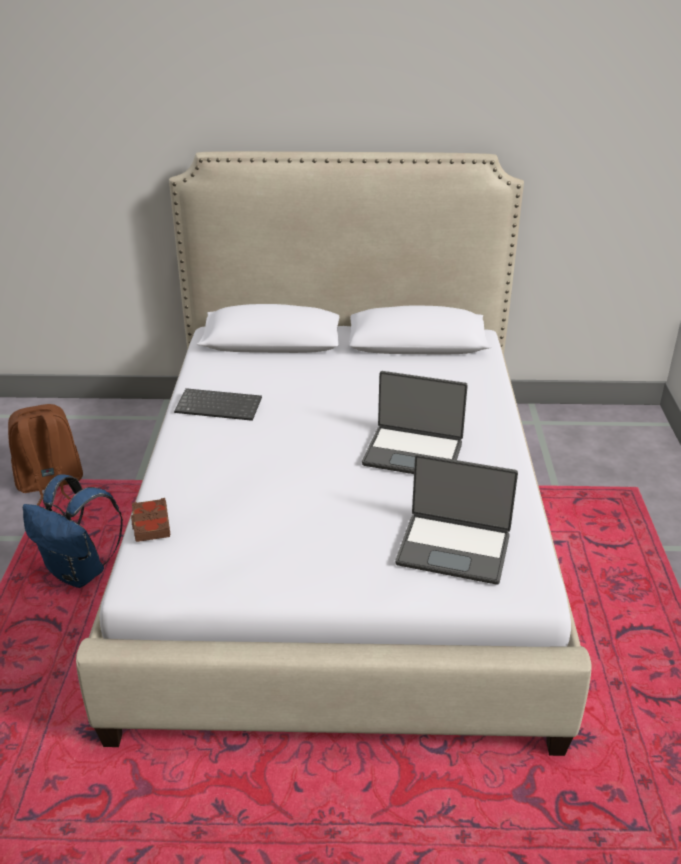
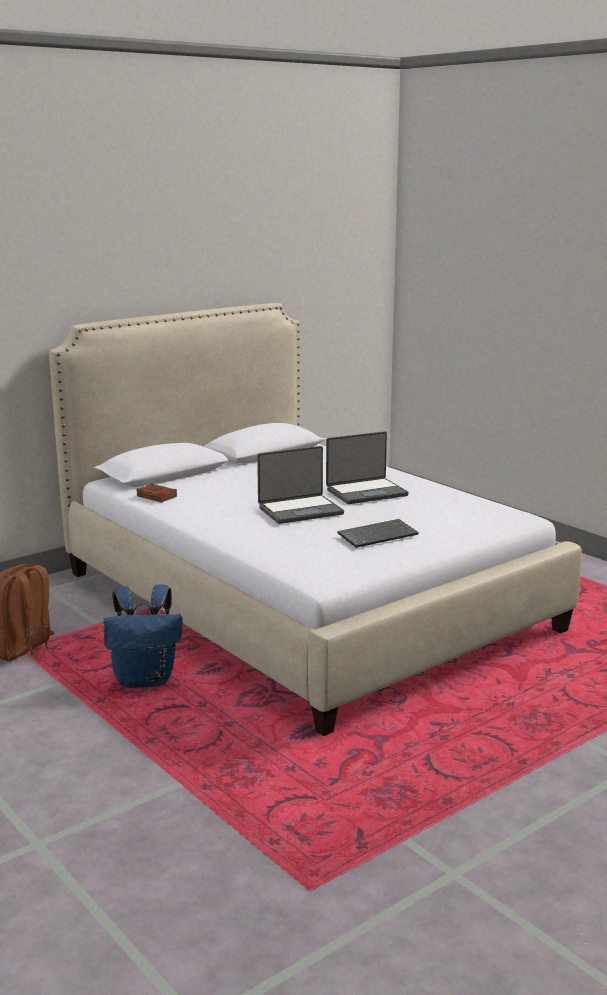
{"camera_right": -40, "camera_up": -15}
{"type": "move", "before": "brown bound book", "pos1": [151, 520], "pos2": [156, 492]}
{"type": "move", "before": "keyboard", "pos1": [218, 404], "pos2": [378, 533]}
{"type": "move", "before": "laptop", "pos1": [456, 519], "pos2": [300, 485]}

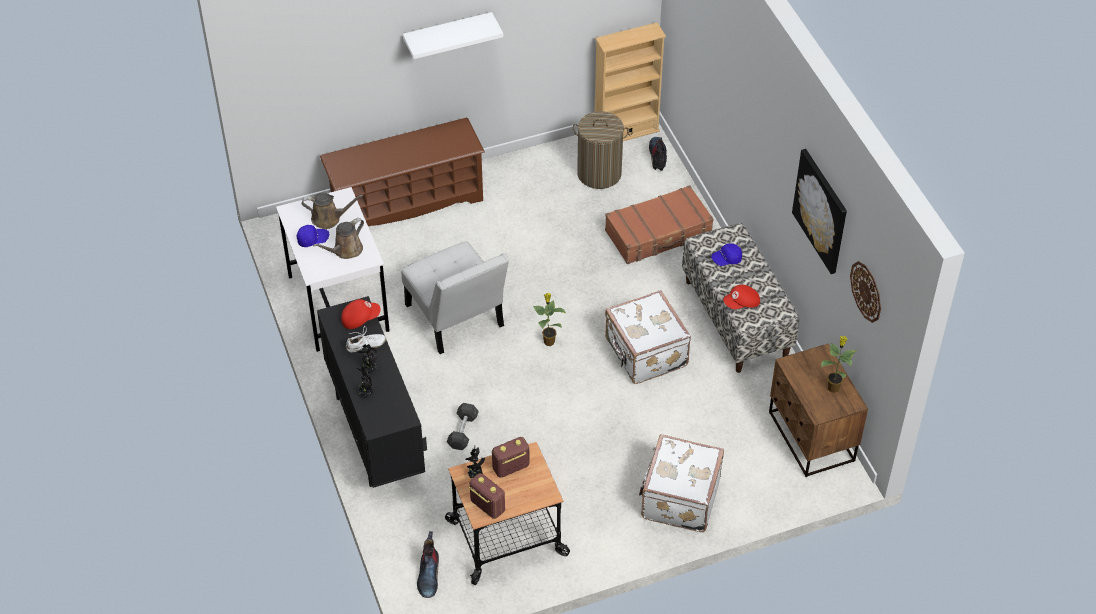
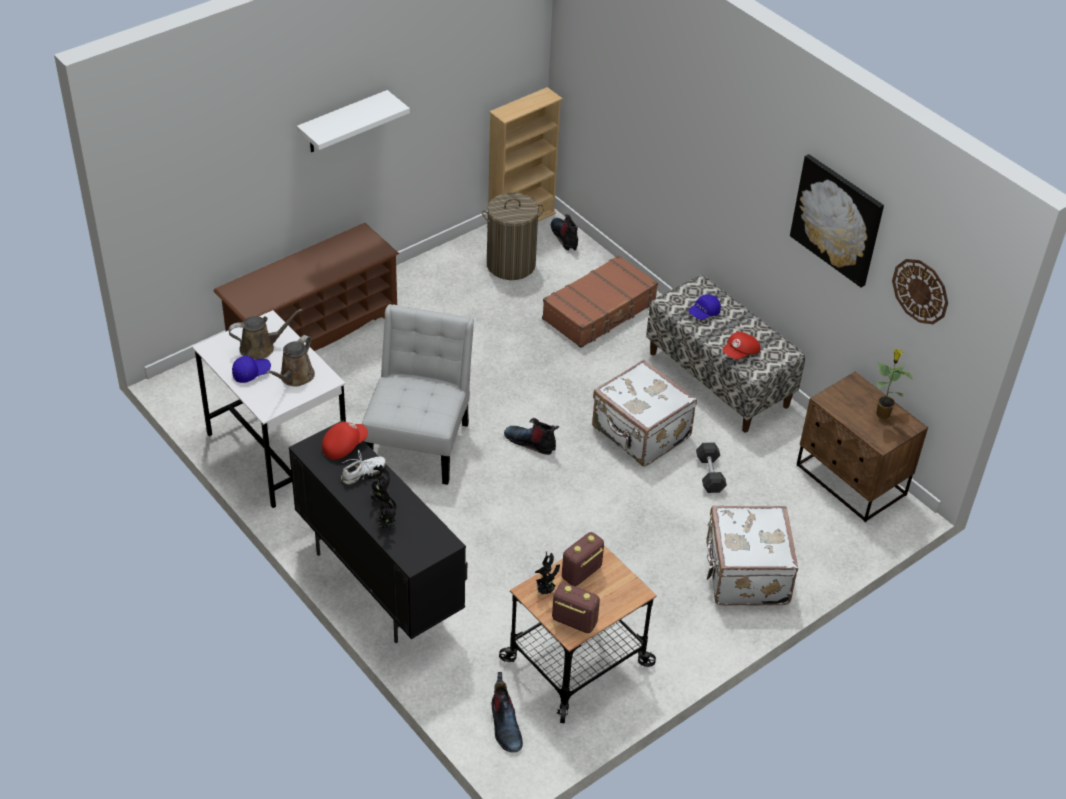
{"camera_right": -20, "camera_up": -5}
{"type": "rotate", "before": "whitish plain chair", "pos1": [455, 297], "pos2": [418, 394], "turn": -120}
{"type": "move", "before": "gray hand weight", "pos1": [463, 426], "pos2": [711, 467]}
{"type": "replace", "before": "houseplant", "after": "tall boot", "pos1": [550, 319], "pos2": [531, 436]}

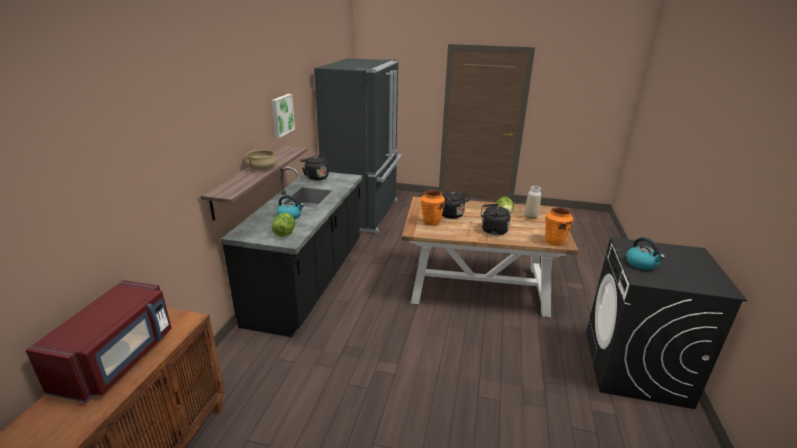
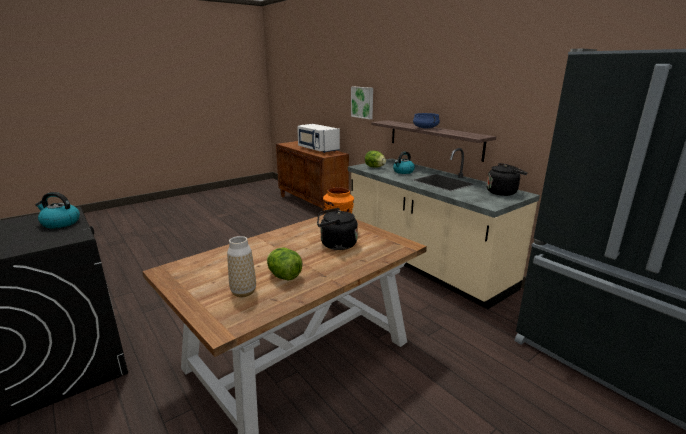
{"camera_right": 130, "camera_up": -5}
{"type": "recolor", "before": "red-coloured microwave", "after": "whitish microwave", "pos1": [98, 341], "pos2": [318, 138]}
{"type": "recolor", "before": "blackish kitchen base unit", "after": "beige kitchen base unit", "pos1": [291, 252], "pos2": [444, 228]}
{"type": "recolor", "before": "beige cooking pot", "after": "blue cooking pot", "pos1": [261, 160], "pos2": [426, 120]}
{"type": "move", "before": "wall picture", "pos1": [283, 116], "pos2": [362, 103]}
{"type": "delete", "before": "blackish kettle", "pos1": [496, 219]}
{"type": "delete", "before": "orangey flower vase", "pos1": [559, 226]}

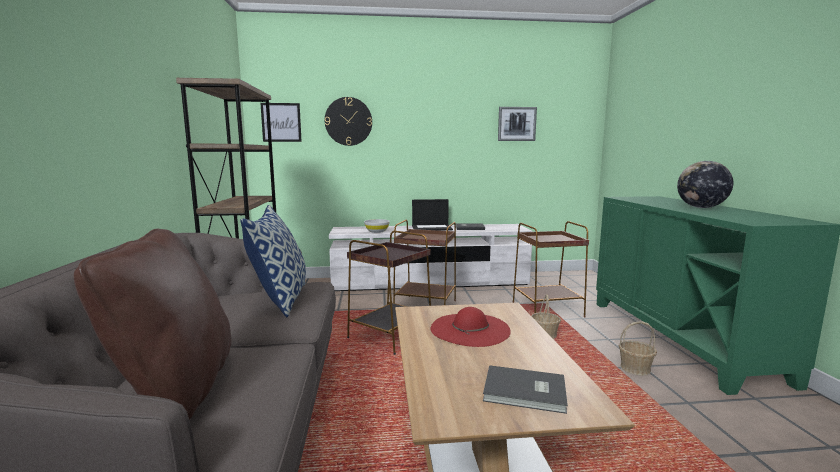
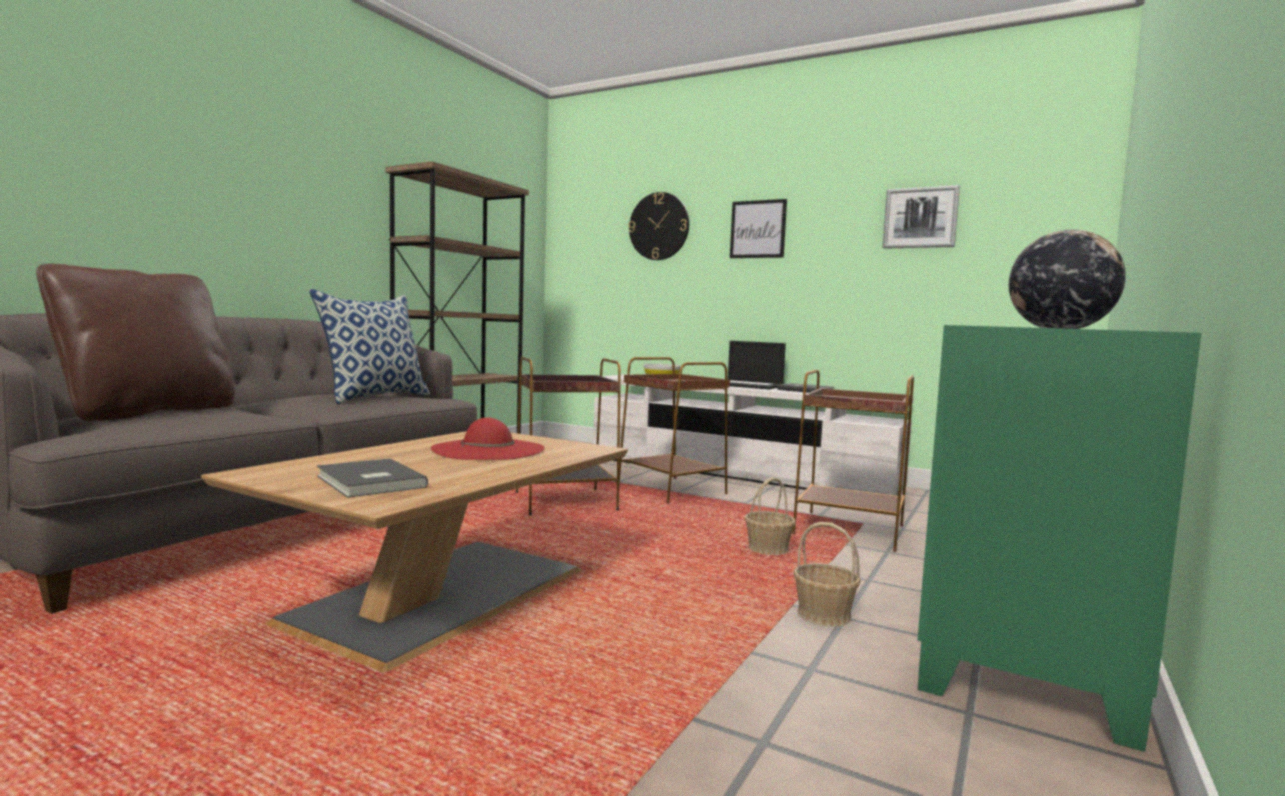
{"camera_right": 35, "camera_up": -5}
{"type": "move", "before": "wall picture", "pos1": [281, 122], "pos2": [758, 228]}

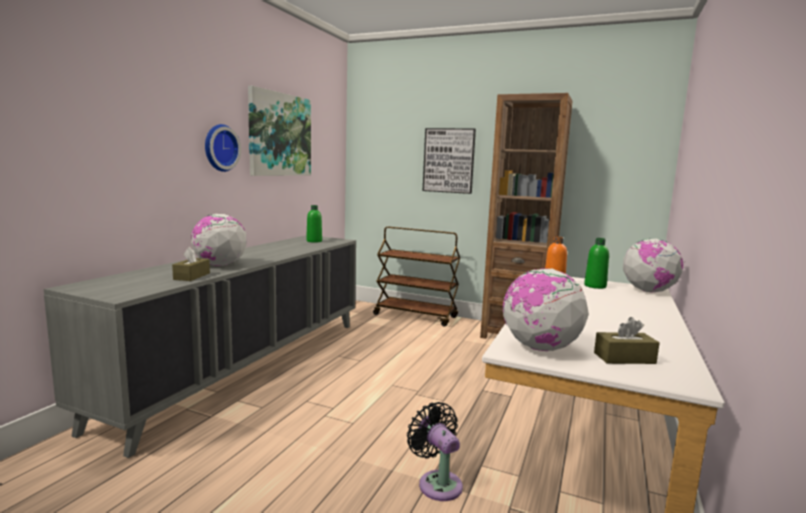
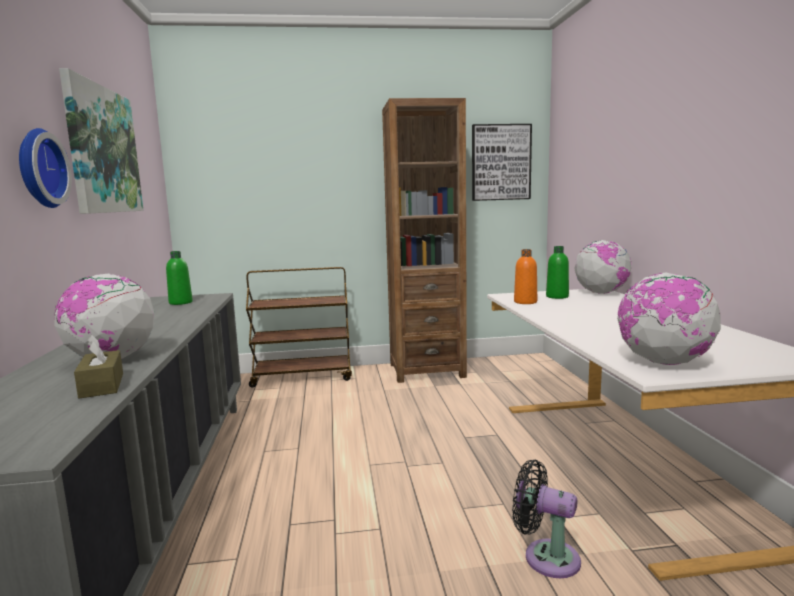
{"camera_right": -30, "camera_up": 0}
{"type": "move", "before": "wall picture", "pos1": [449, 161], "pos2": [502, 162]}
{"type": "delete", "before": "brown tissue box", "pos1": [627, 340]}

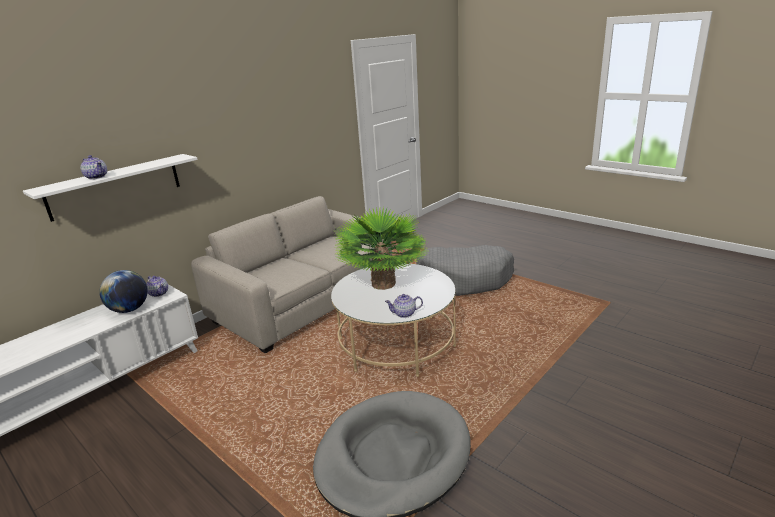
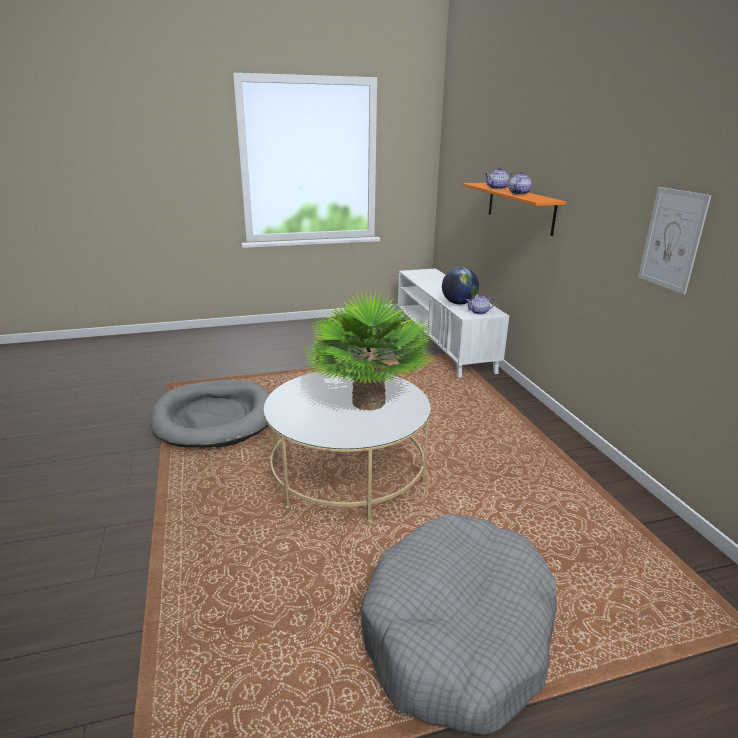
{"camera_right": 120, "camera_up": 0}
{"type": "recolor", "before": "whitish shelf", "after": "orangey shelf", "pos1": [110, 188], "pos2": [514, 209]}
{"type": "delete", "before": "beige settee", "pos1": [291, 275]}
{"type": "move", "before": "pot for tea", "pos1": [404, 306], "pos2": [520, 183]}
{"type": "insert", "after": "wall picture", "pos2": [675, 240]}

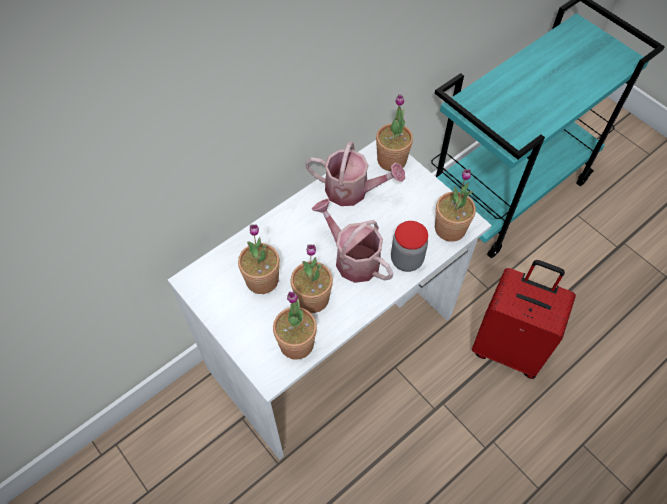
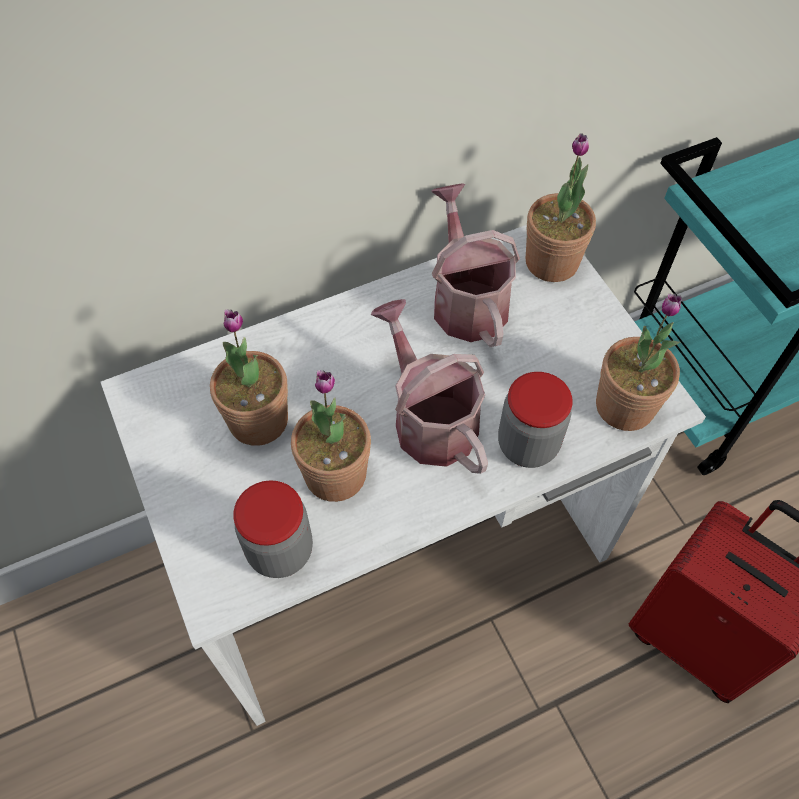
{"camera_right": 15, "camera_up": 0}
{"type": "replace", "before": "houseplant", "after": "preserve jar", "pos1": [295, 325], "pos2": [273, 529]}
{"type": "rotate", "before": "watering pot", "pos1": [355, 173], "pos2": [475, 265], "turn": -135}

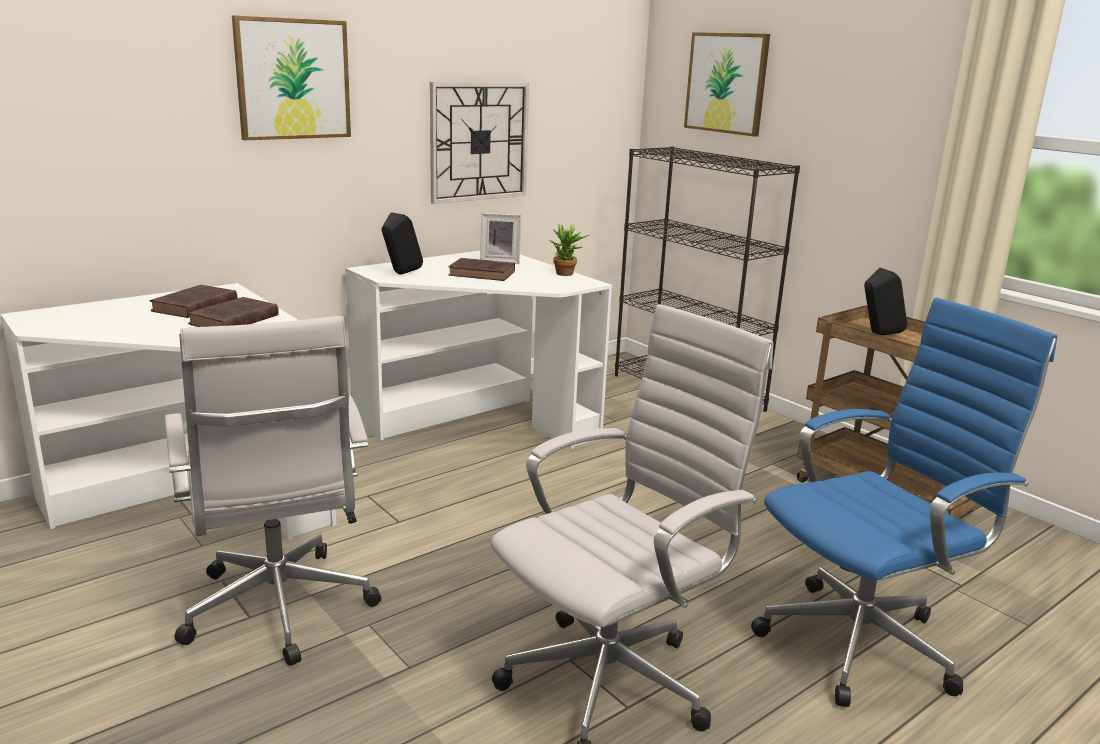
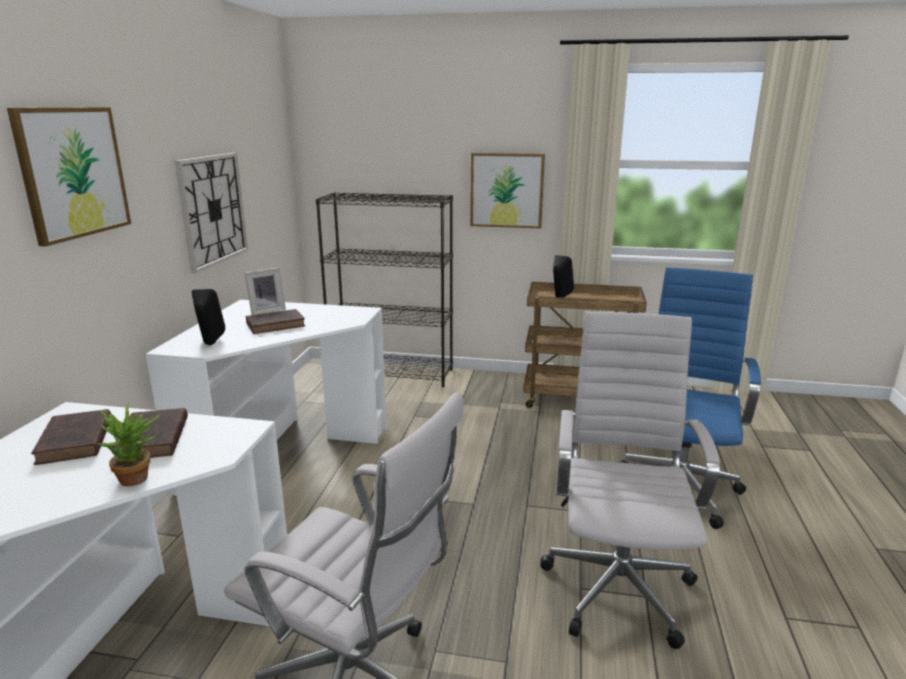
{"camera_right": -40, "camera_up": 0}
{"type": "move", "before": "houseplant", "pos1": [569, 249], "pos2": [129, 444]}
{"type": "move", "before": "wall picture", "pos1": [727, 84], "pos2": [507, 190]}

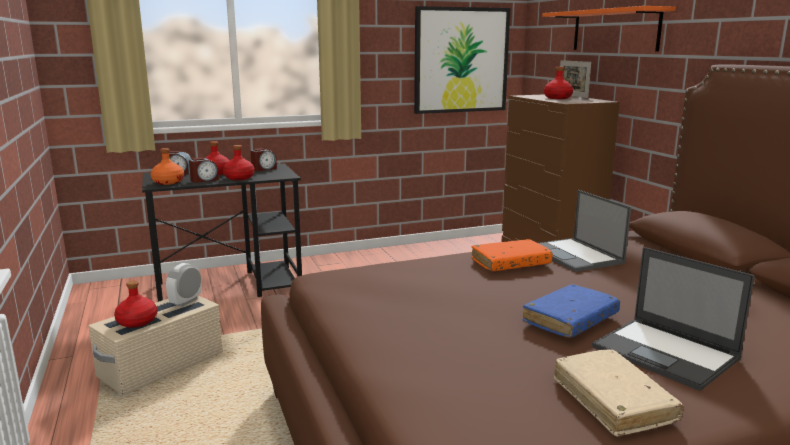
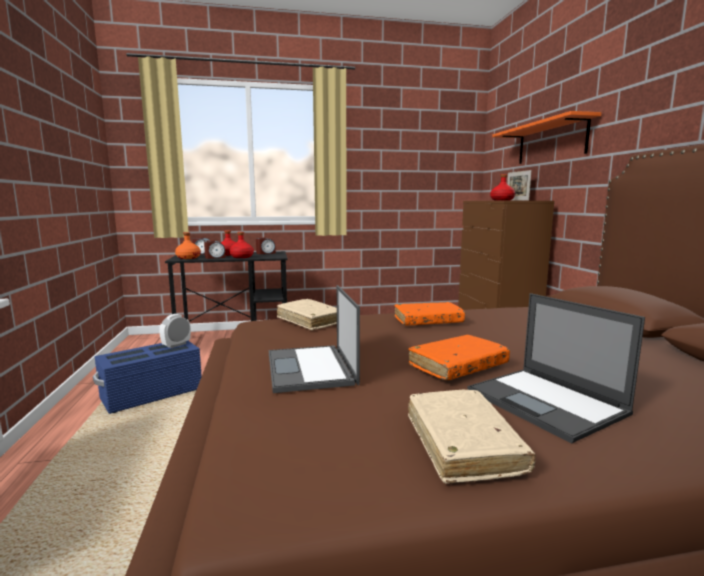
{"camera_right": 10, "camera_up": -5}
{"type": "recolor", "before": "beige storage container", "after": "blue storage container", "pos1": [155, 345], "pos2": [147, 377]}
{"type": "delete", "before": "red-coloured beverage bottle", "pos1": [135, 304]}
{"type": "delete", "before": "wall picture", "pos1": [462, 60]}
{"type": "recolor", "before": "blue bound book", "after": "orangey bound book", "pos1": [571, 311], "pos2": [459, 357]}
{"type": "move", "before": "laptop", "pos1": [585, 231], "pos2": [314, 339]}
{"type": "insert", "after": "beige bound book", "pos2": [307, 314]}

